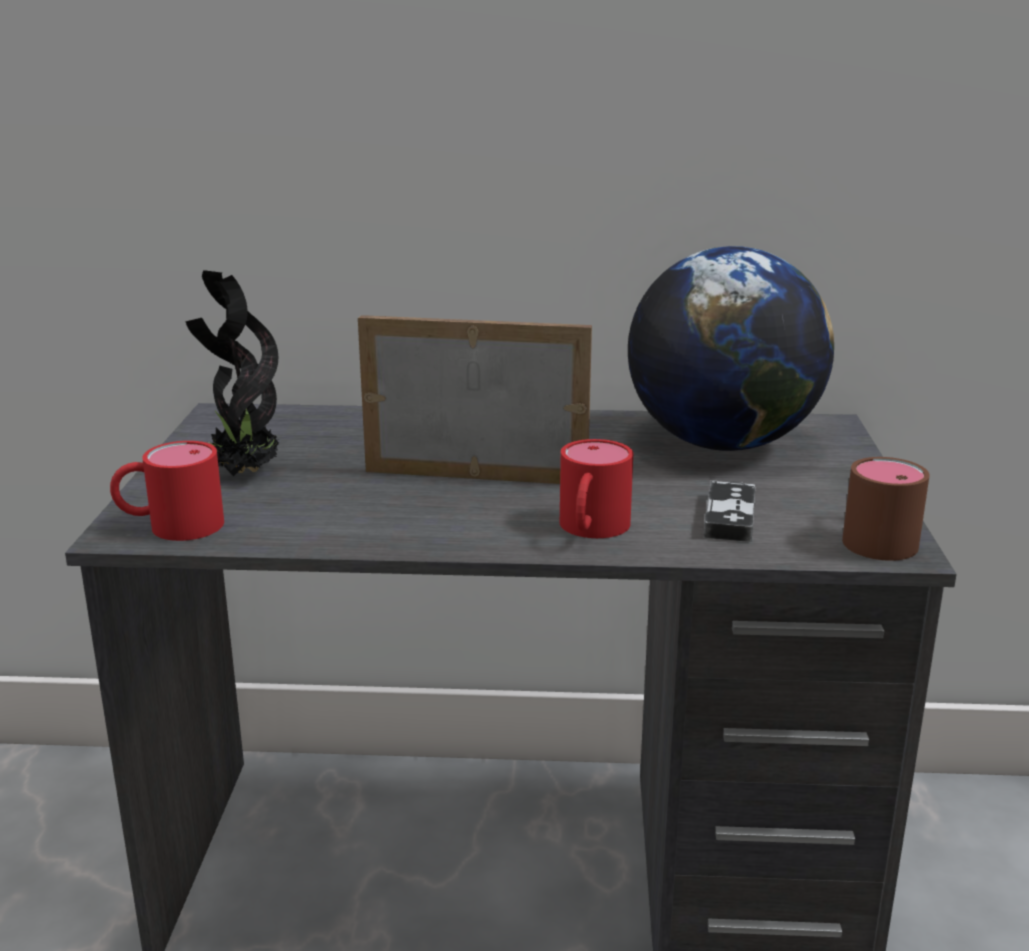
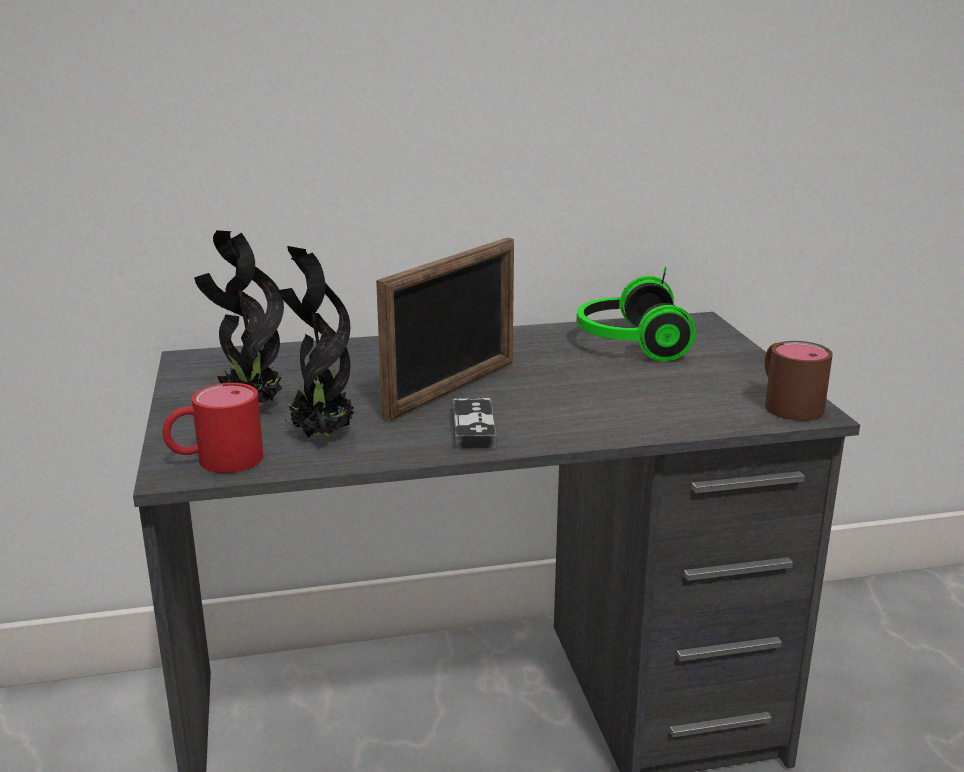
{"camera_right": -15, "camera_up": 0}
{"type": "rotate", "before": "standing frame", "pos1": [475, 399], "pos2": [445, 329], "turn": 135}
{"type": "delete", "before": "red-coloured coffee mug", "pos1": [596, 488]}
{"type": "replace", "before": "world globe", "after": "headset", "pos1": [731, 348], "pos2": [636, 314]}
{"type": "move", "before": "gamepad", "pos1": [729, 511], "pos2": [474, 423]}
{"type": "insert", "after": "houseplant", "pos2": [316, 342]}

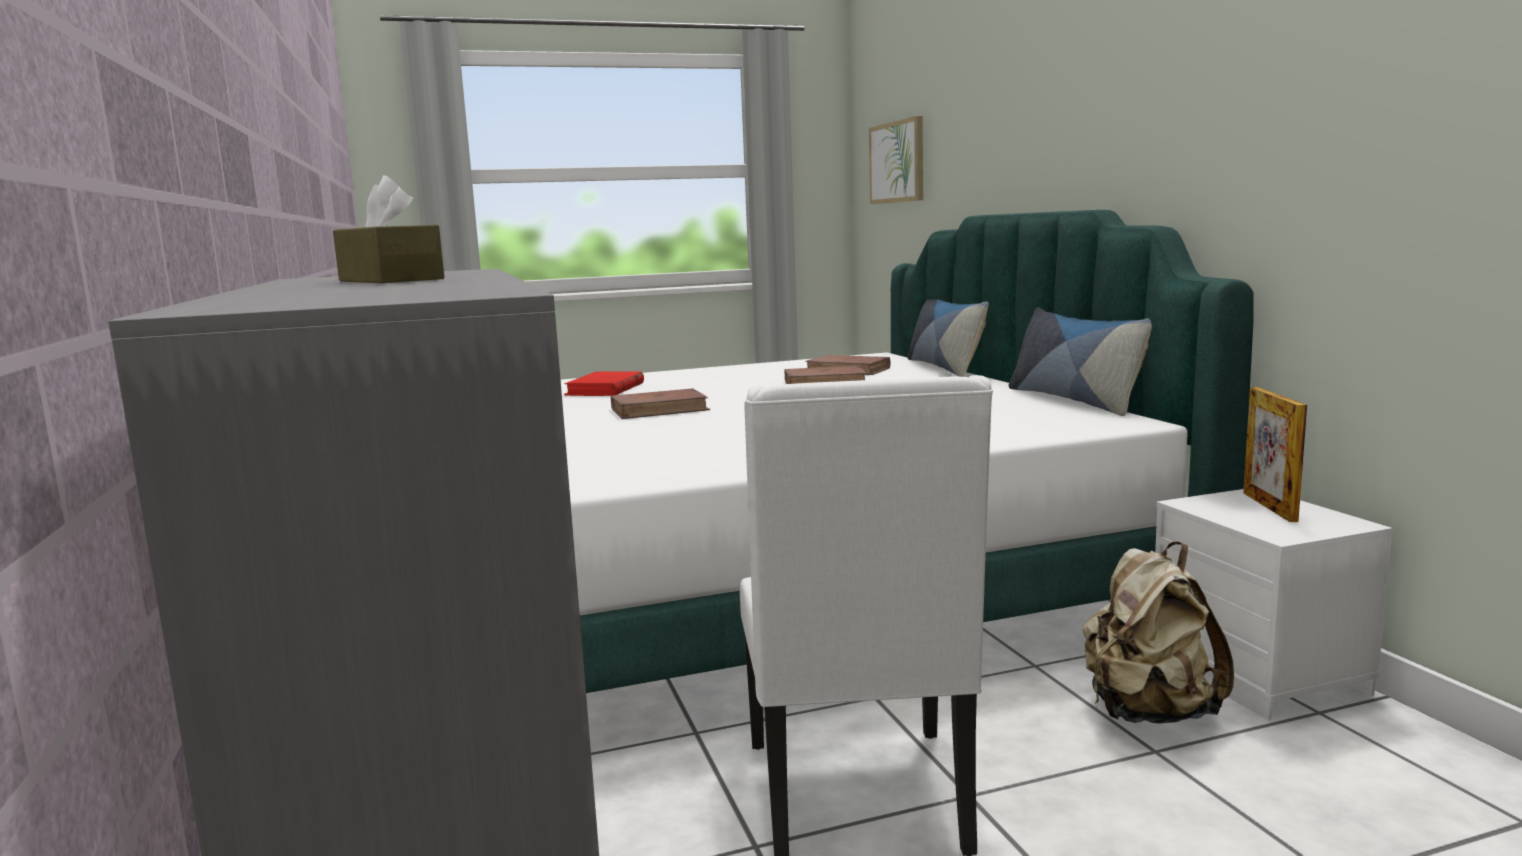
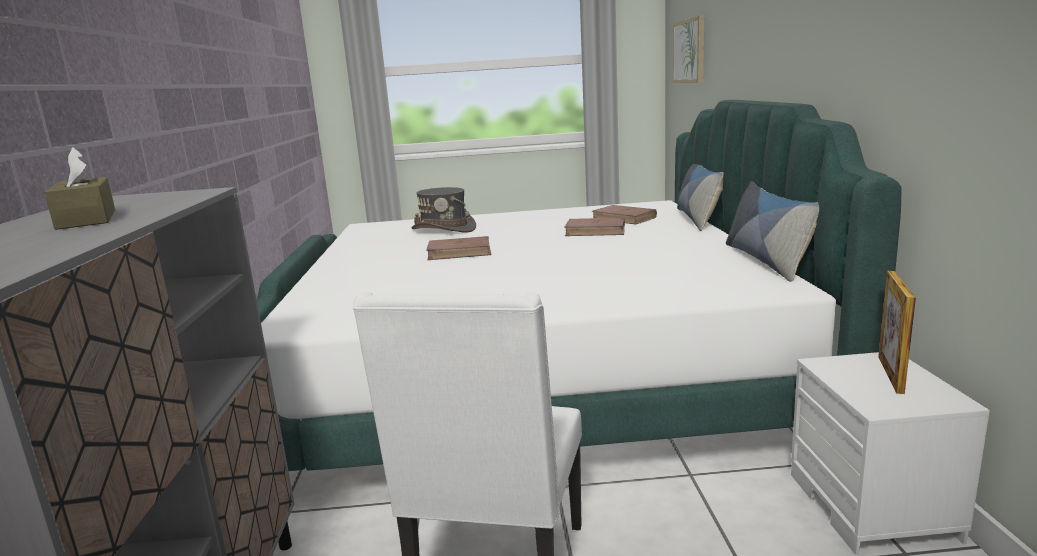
{"camera_right": 15, "camera_up": 5}
{"type": "replace", "before": "red-coloured bound book", "after": "gray wearable hat", "pos1": [604, 383], "pos2": [443, 209]}
{"type": "delete", "before": "beige rucksack", "pos1": [1158, 633]}

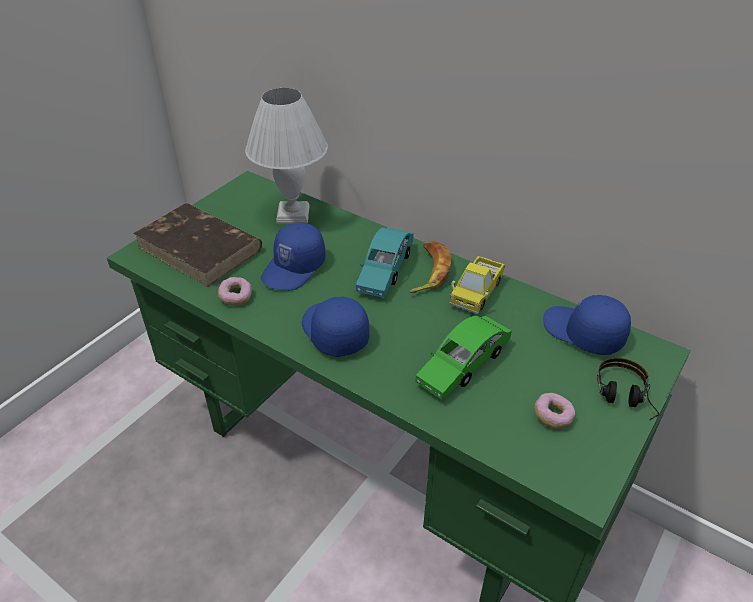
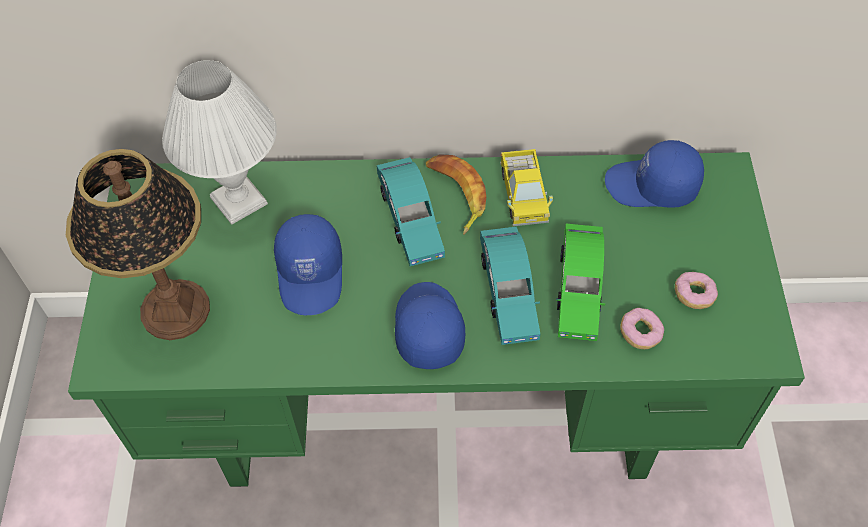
{"camera_right": -35, "camera_up": 15}
{"type": "replace", "before": "brown bound book", "after": "lamp for a table", "pos1": [197, 245], "pos2": [138, 244]}
{"type": "move", "before": "ring doughnut", "pos1": [235, 291], "pos2": [642, 328]}
{"type": "rotate", "before": "blue peaked cap", "pos1": [335, 326], "pos2": [430, 325], "turn": 60}
{"type": "delete", "before": "headset", "pos1": [628, 389]}
{"type": "insert", "after": "turquoise toy car", "pos2": [510, 286]}

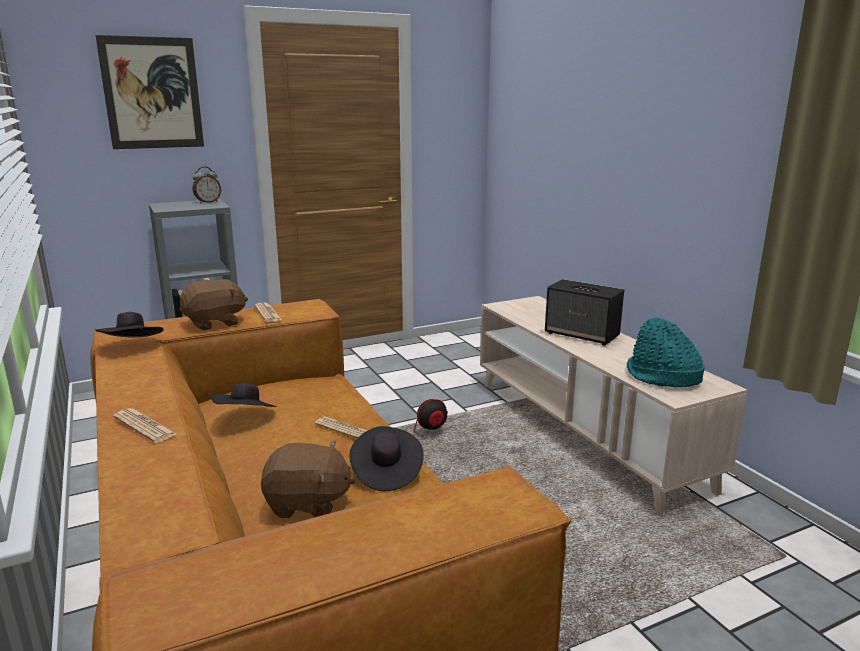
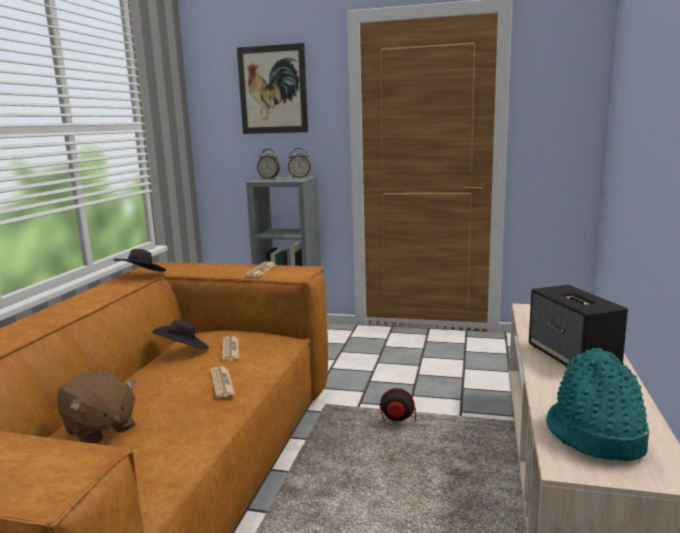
{"camera_right": 40, "camera_up": -5}
{"type": "move", "before": "newspaper", "pos1": [144, 425], "pos2": [230, 348]}
{"type": "delete", "before": "brown plush toy", "pos1": [214, 304]}
{"type": "delete", "before": "blackish wearable hat", "pos1": [387, 458]}
{"type": "insert", "after": "bedside clock", "pos2": [268, 164]}

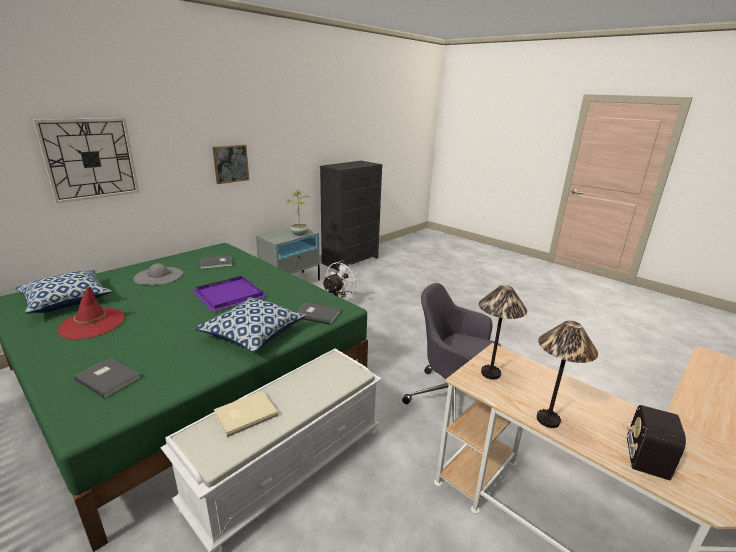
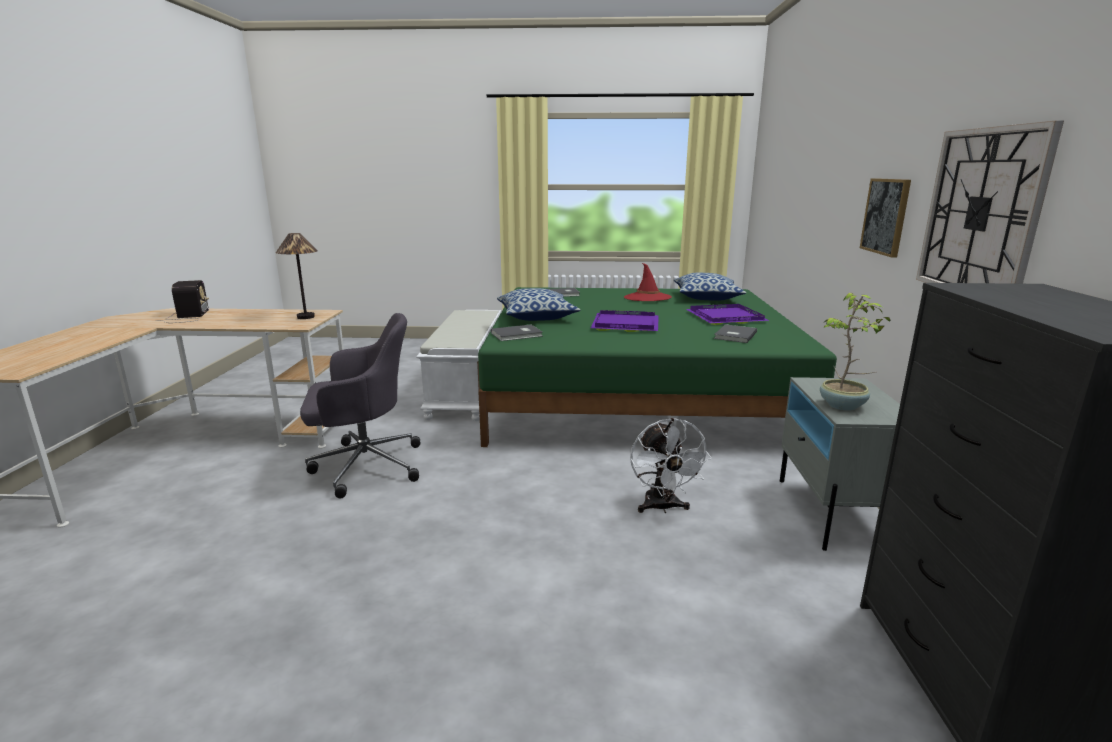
{"camera_right": 140, "camera_up": -5}
{"type": "move", "before": "wall clock", "pos1": [86, 160], "pos2": [990, 202]}
{"type": "replace", "before": "gray wearable hat", "after": "purplish tray", "pos1": [158, 274], "pos2": [728, 314]}
{"type": "delete", "before": "beige bound book", "pos1": [246, 414]}
{"type": "delete", "before": "lamp for a table", "pos1": [567, 374]}

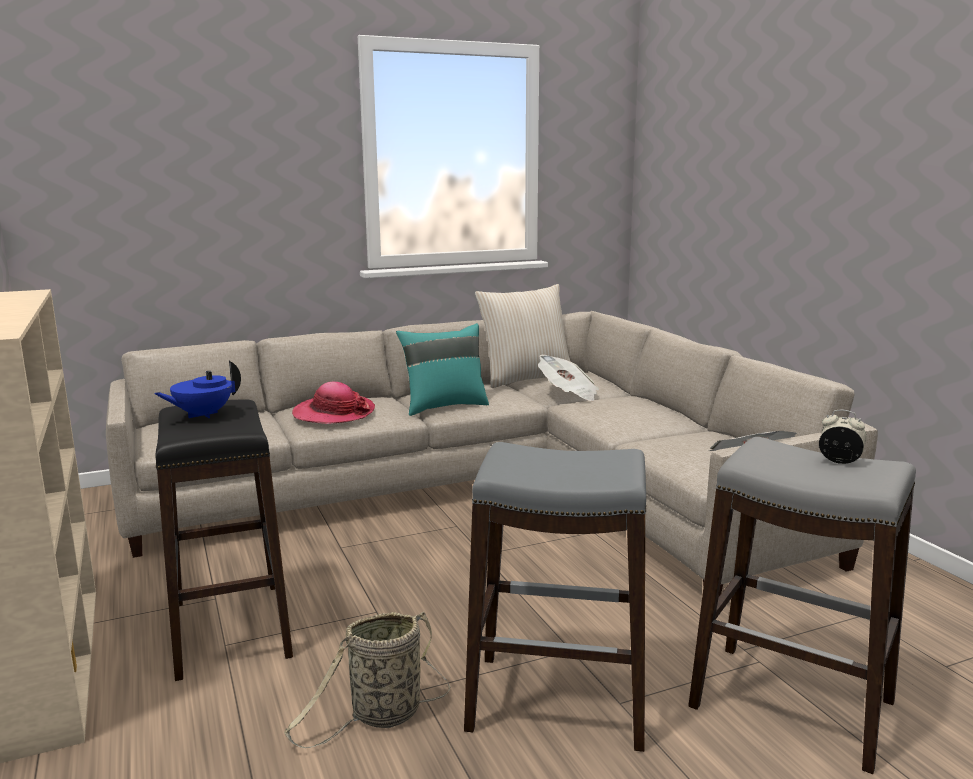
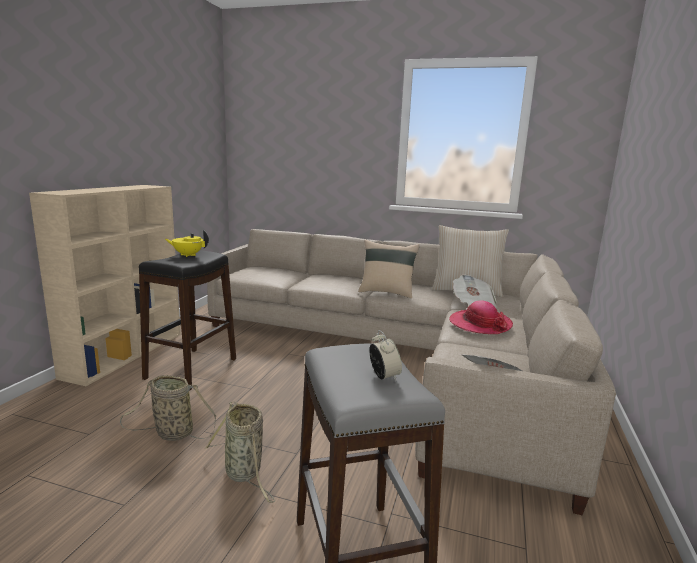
{"camera_right": 40, "camera_up": 0}
{"type": "recolor", "before": "blue pot for tea", "after": "yellow pot for tea", "pos1": [197, 389], "pos2": [187, 243]}
{"type": "move", "before": "wearable hat", "pos1": [333, 403], "pos2": [481, 317]}
{"type": "recolor", "before": "turquoise cushion", "after": "beige cushion", "pos1": [442, 369], "pos2": [389, 268]}
{"type": "replace", "before": "gray sitting stool", "after": "storage basket", "pos1": [555, 597], "pos2": [240, 452]}

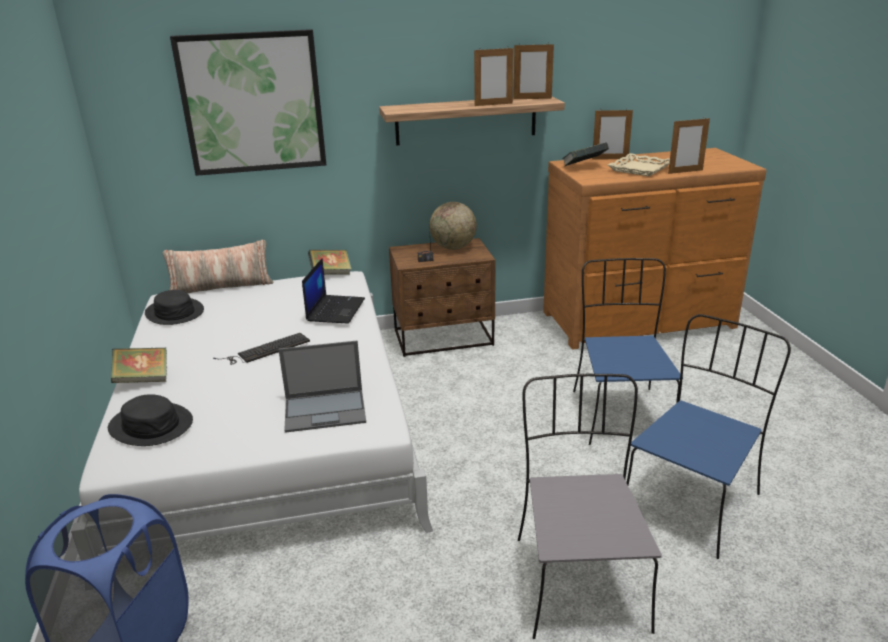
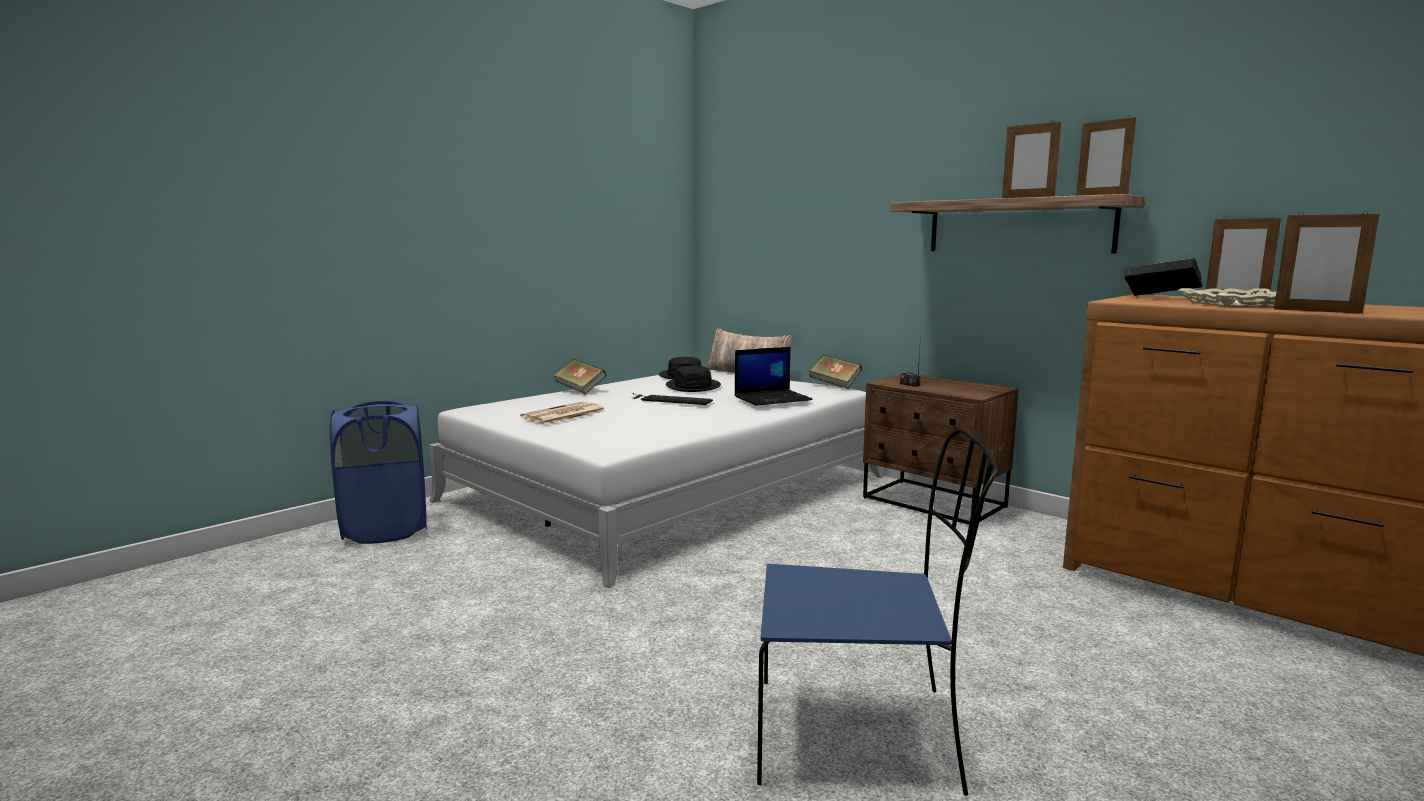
{"camera_right": 55, "camera_up": -15}
{"type": "move", "before": "blackish wearable hat", "pos1": [150, 420], "pos2": [693, 379]}
{"type": "delete", "before": "wall picture", "pos1": [248, 102]}
{"type": "delete", "before": "laptop", "pos1": [322, 386]}
{"type": "delete", "before": "world globe", "pos1": [453, 226]}
{"type": "delete", "before": "gray plain chair", "pos1": [590, 506]}
{"type": "delete", "before": "blue plain chair", "pos1": [628, 351]}
{"type": "insert", "after": "newspaper", "pos2": [563, 412]}

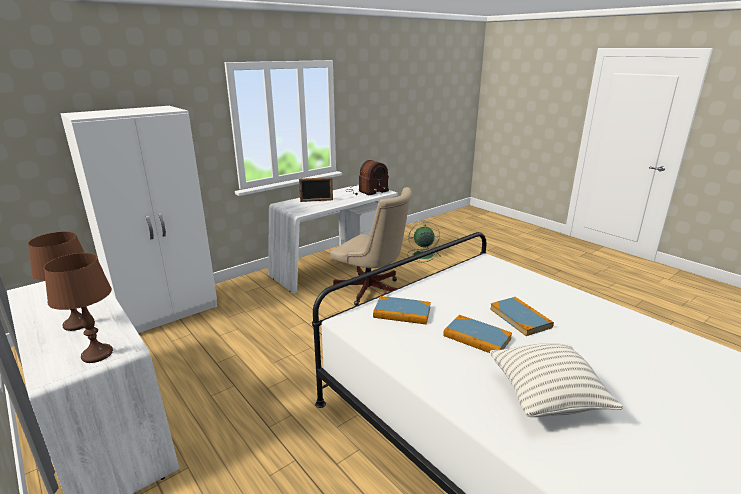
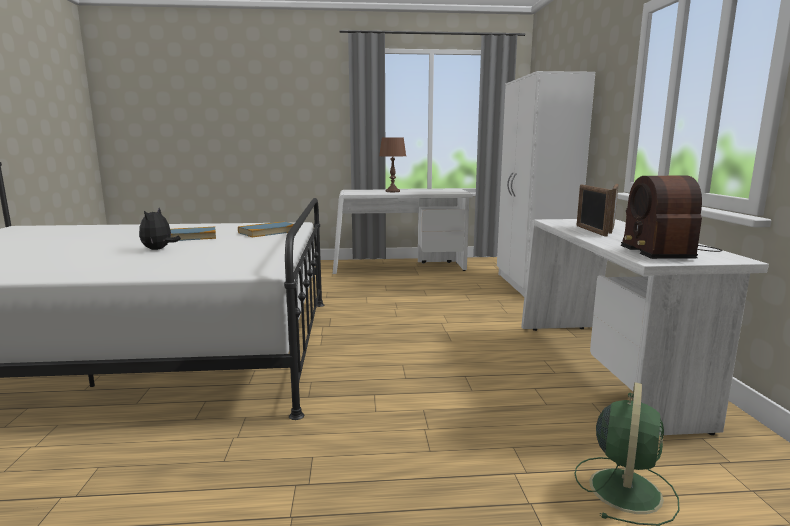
{"camera_right": 125, "camera_up": -10}
{"type": "delete", "before": "brown lamp for a table", "pos1": [78, 308]}
{"type": "delete", "before": "beige desk chair", "pos1": [371, 246]}
{"type": "replace", "before": "bound book", "after": "plush toy", "pos1": [522, 316], "pos2": [160, 229]}
{"type": "delete", "before": "cushion", "pos1": [556, 380]}
{"type": "insert", "after": "standing frame", "pos2": [594, 211]}

